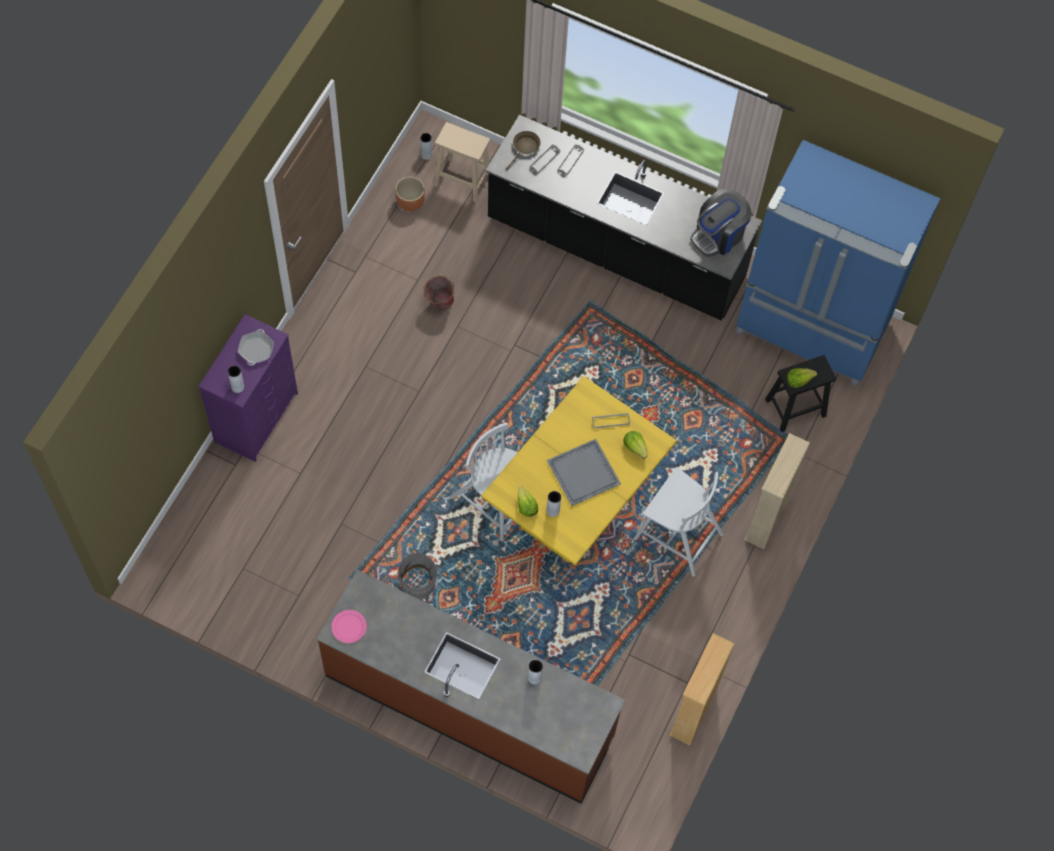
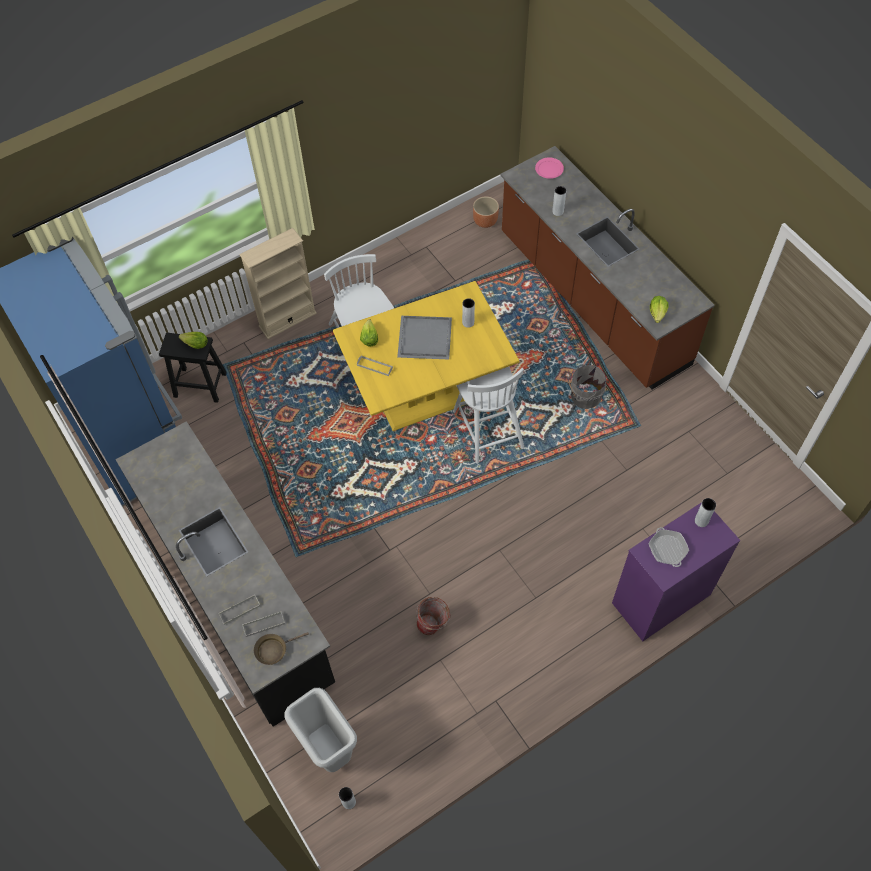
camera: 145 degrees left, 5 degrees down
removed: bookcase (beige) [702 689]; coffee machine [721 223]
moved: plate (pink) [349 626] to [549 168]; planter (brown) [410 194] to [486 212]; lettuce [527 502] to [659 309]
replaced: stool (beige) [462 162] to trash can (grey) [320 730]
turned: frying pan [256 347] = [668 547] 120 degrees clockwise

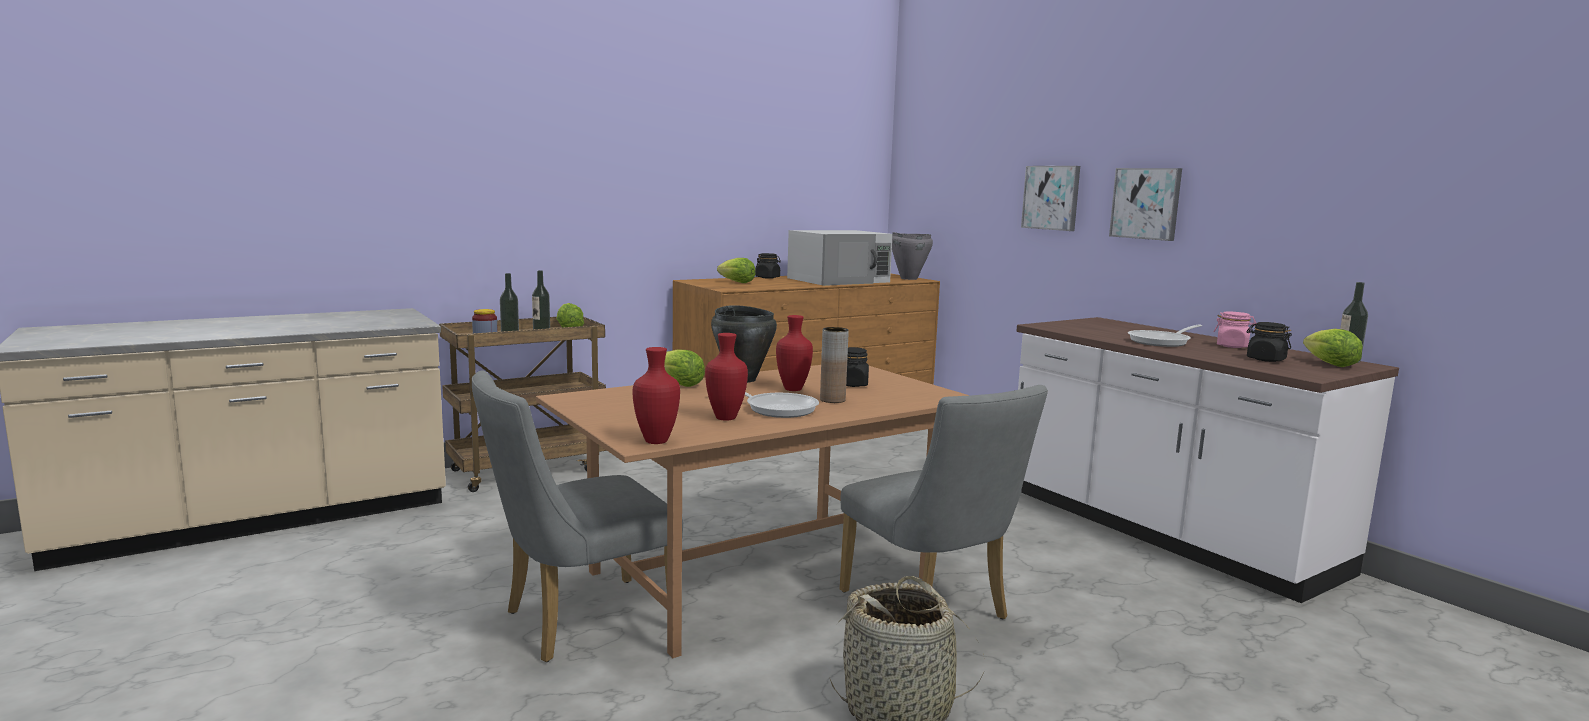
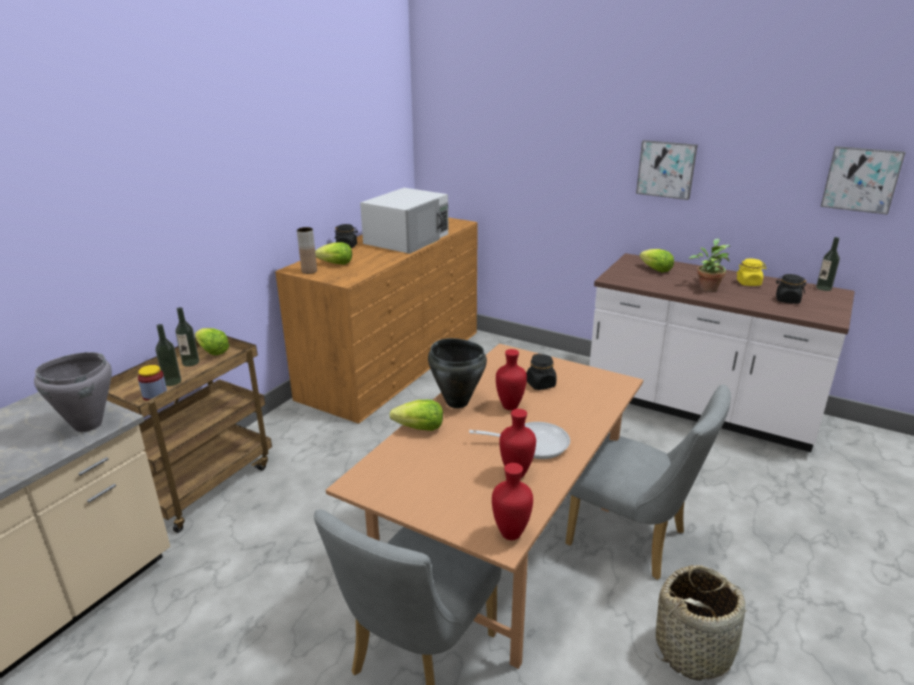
camera: 25 degrees left, 15 degrees up
moved: vase (brown) [834 365] to [307 250]; cooking pot (grey) [912 256] to [73 392]; picture [1050 198] to [863 180]; lettuce [1333 348] to [656 260]
replaced: frying pan [1165 335] to potted plant [709 265]
recoloured: jar (pink) [1235 330] to jar (yellow) [751 272]

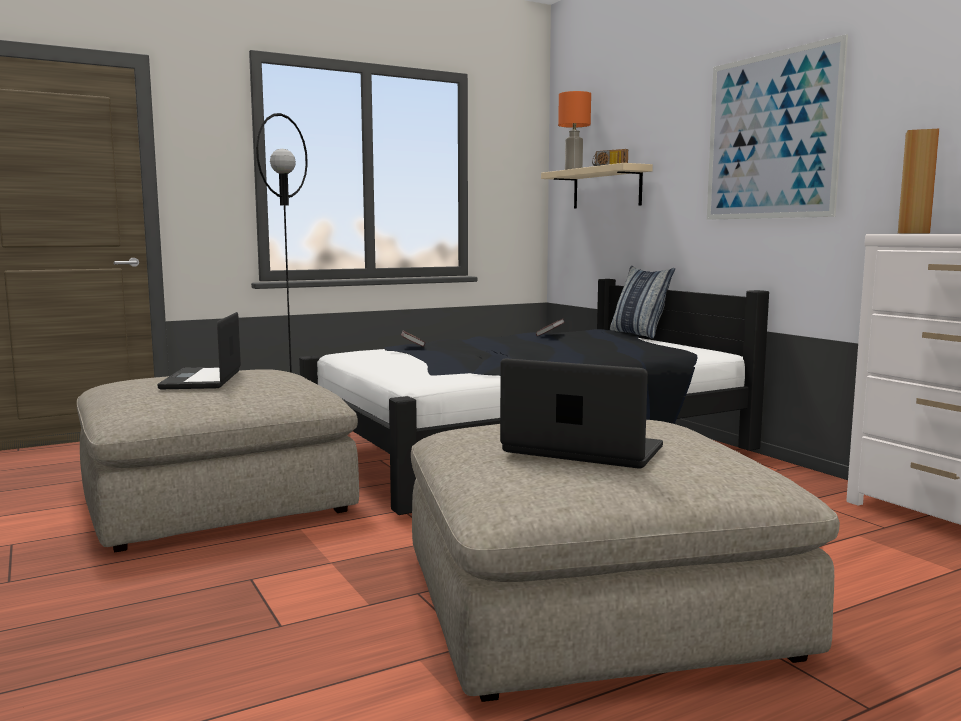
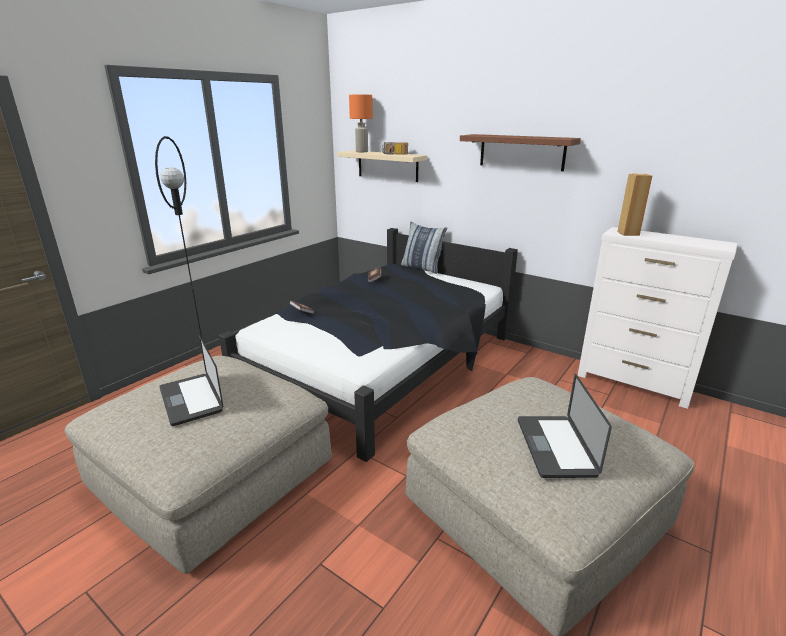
camera: 25 degrees left, 15 degrees up
replaced: picture [777 127] to shelf (brown) [520 152]
turned: laptop [581 413] = [565 426] 90 degrees counterclockwise

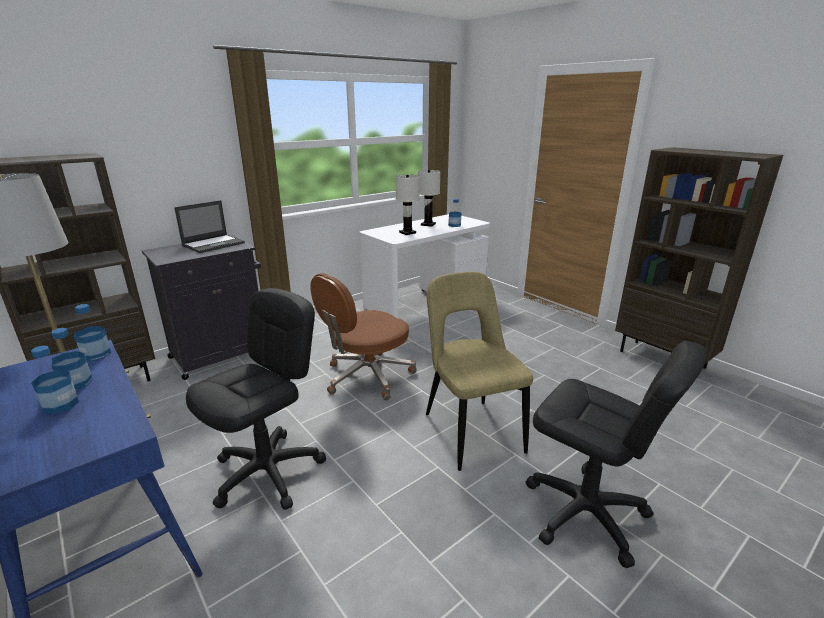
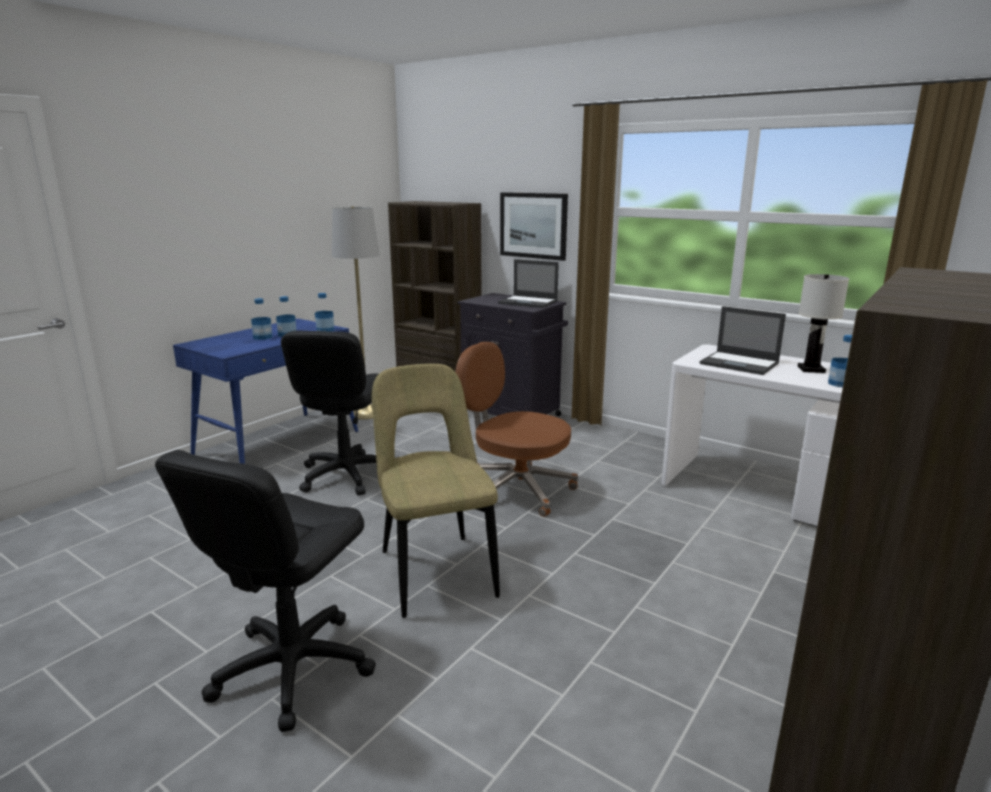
camera: 75 degrees right, 5 degrees down
added: picture [534 226]
replaced: table lamp (white) [407 205] to laptop [743 340]
turned: office chair (black) [256 399] = [330 412] 75 degrees clockwise; chair (beige) [479 371] = [436 491] 75 degrees counterclockwise

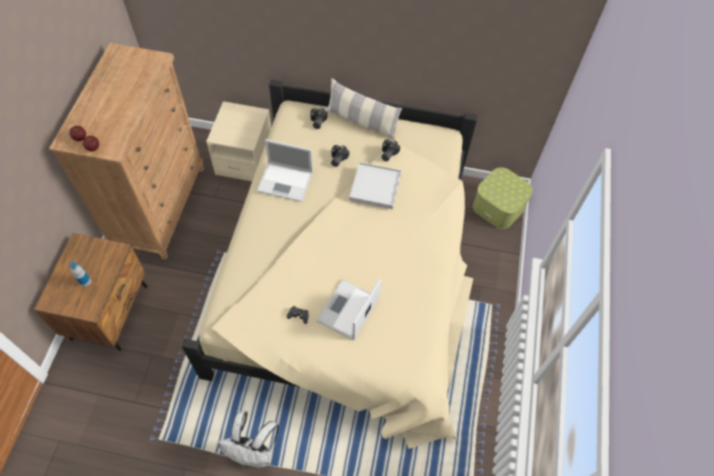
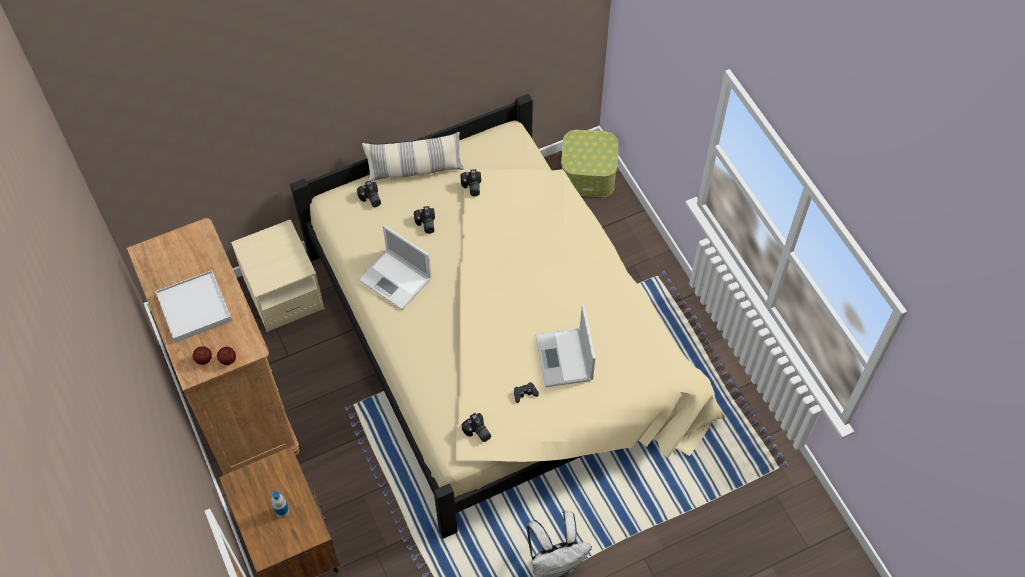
camera: 35 degrees left, 0 degrees up
added: photo camera [476 427]
moved: tray (white) [375 185] to [193 306]
turned: laptop [285 170] = [394 267] 60 degrees clockwise

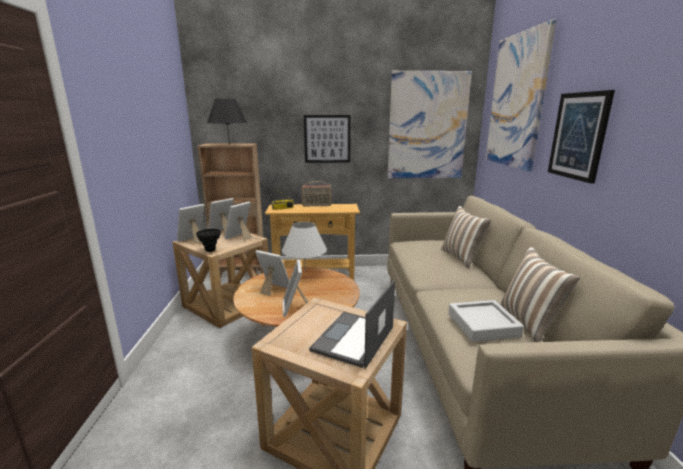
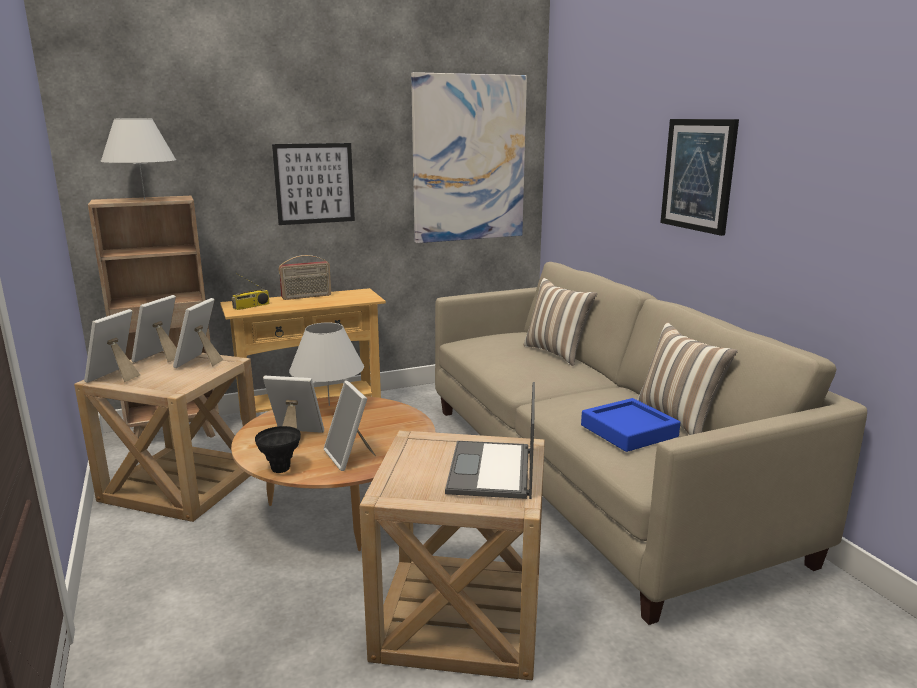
camera: 20 degrees left, 0 degrees up
removed: picture [521 95]
moved: vase (black) [208 240] to [278 449]
recoloured: table lamp (black) [227 121] to table lamp (white) [138 159]; tray (grey) [486 321] to tray (blue) [630 425]

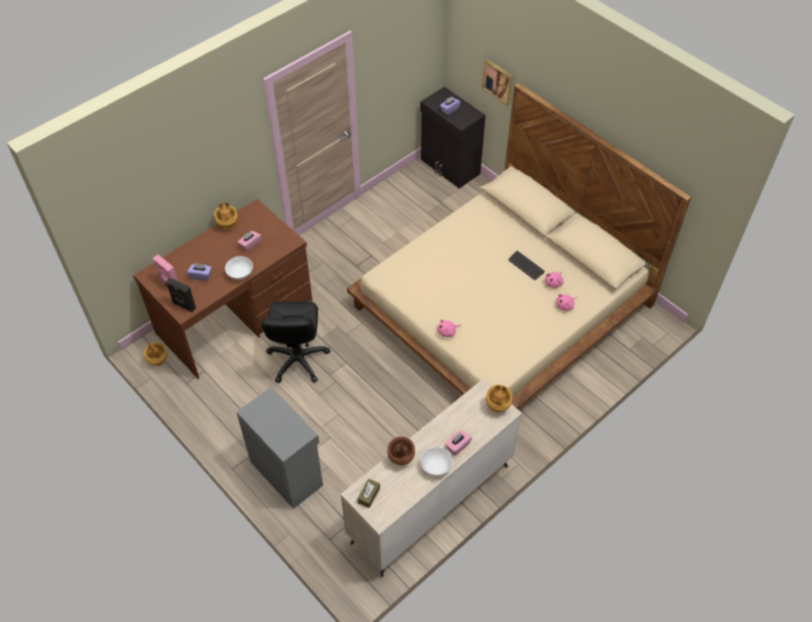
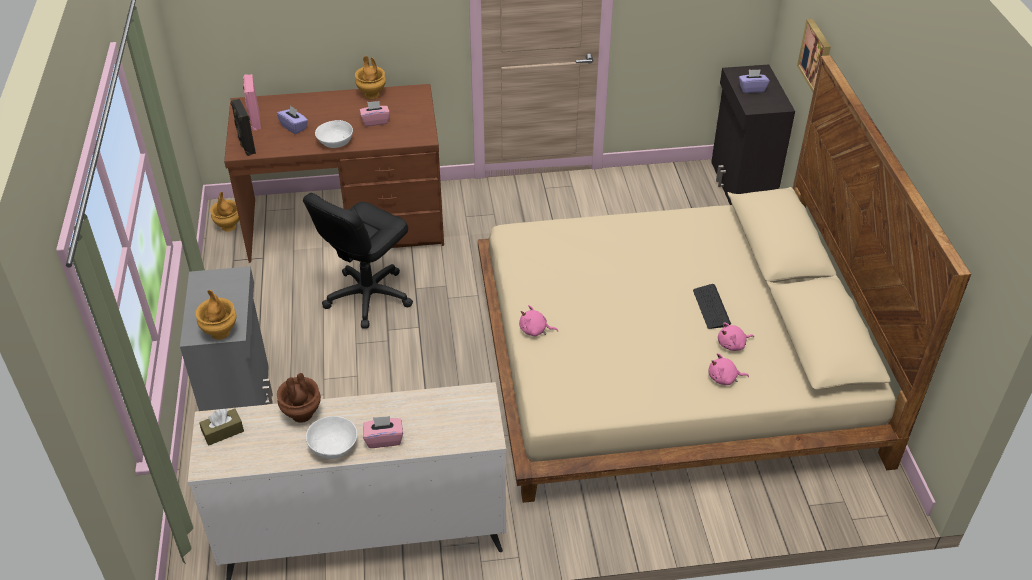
camera: 35 degrees right, 10 degrees down
moved: vase (brown) [499 399] to [216 315]

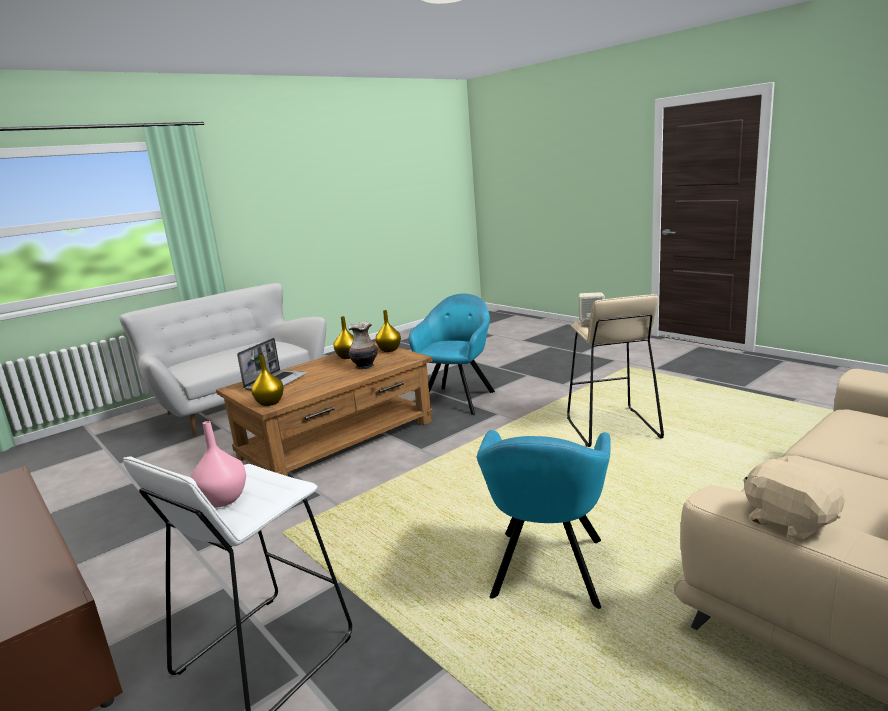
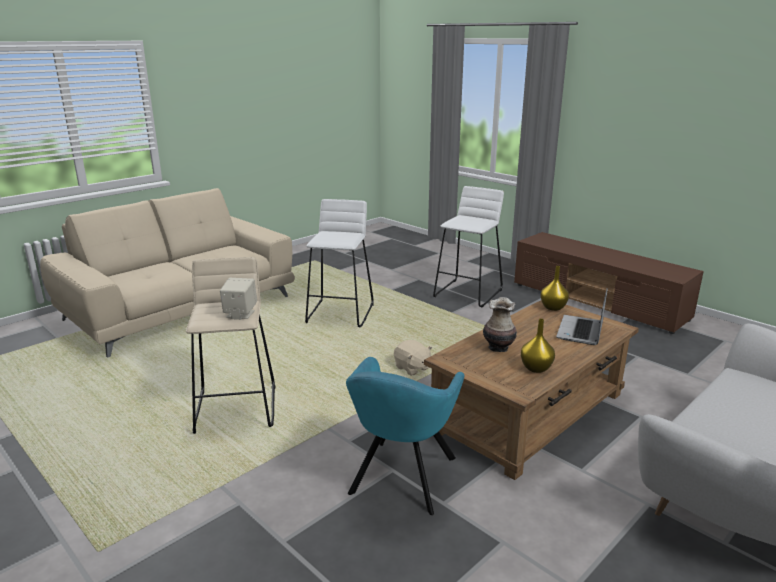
camera: 175 degrees right, 5 degrees up
removed: vase (pink) [218 464]; vase (yellow) [388 331]
moved: plush toy (beige) [794 498] to [413 358]
replaced: armchair (turquoise) [544 519] to stool (white) [339 263]

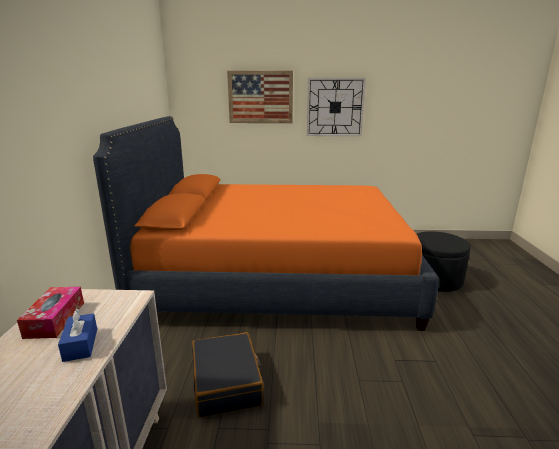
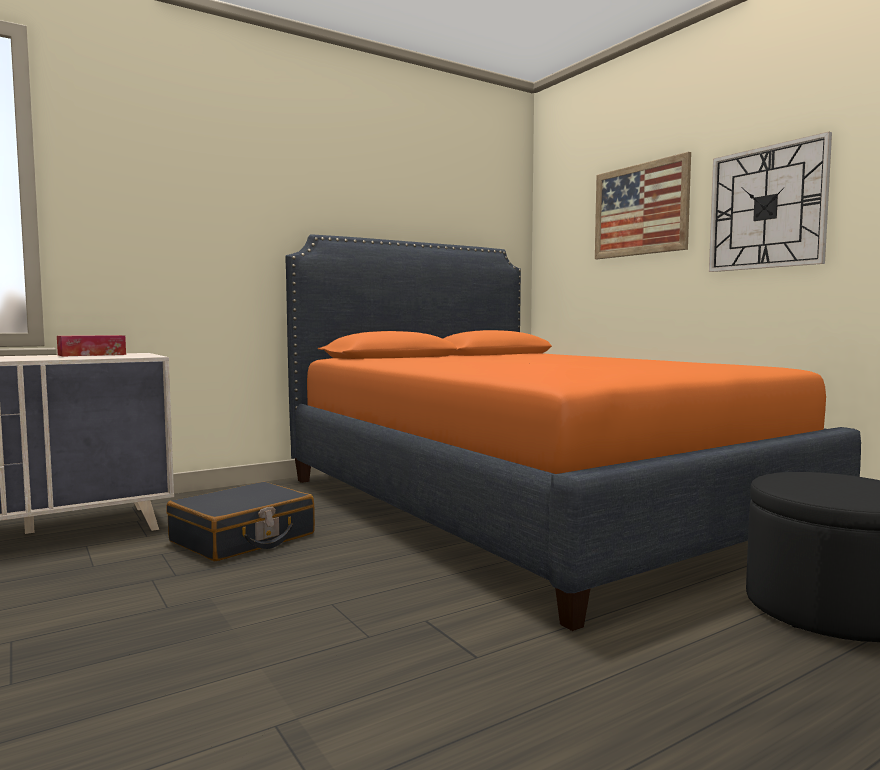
camera: 55 degrees right, 15 degrees down
removed: tissue box (blue) [77 335]

